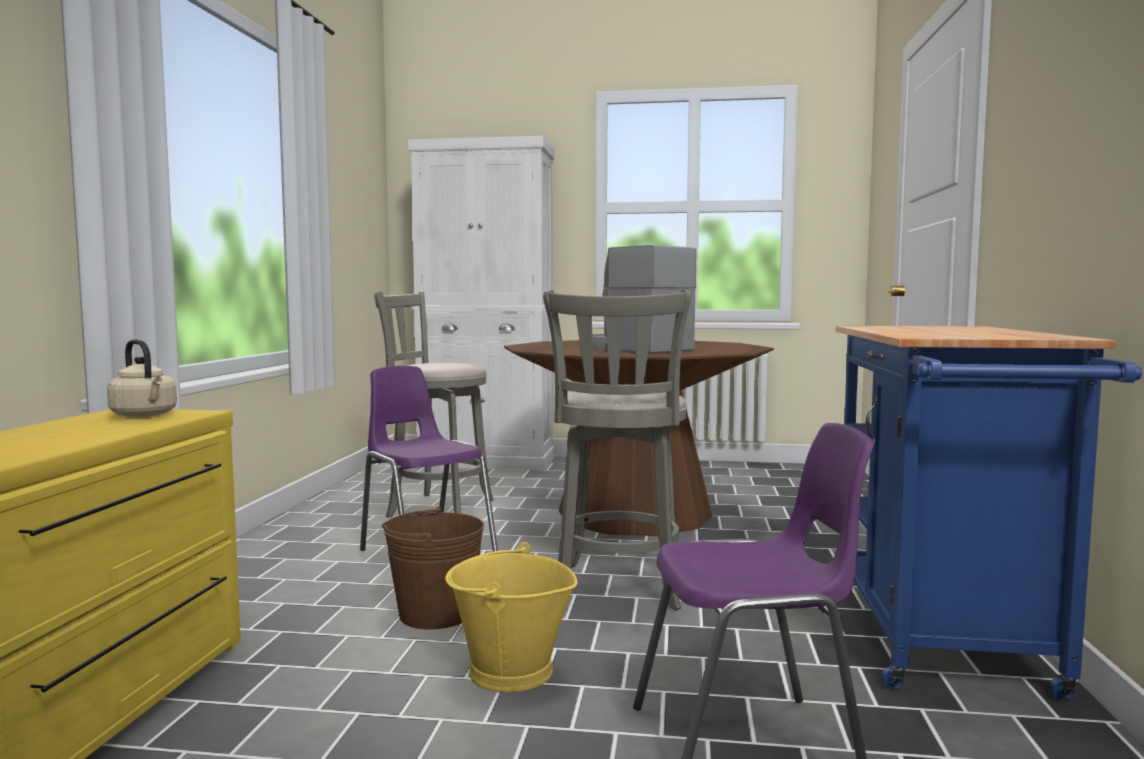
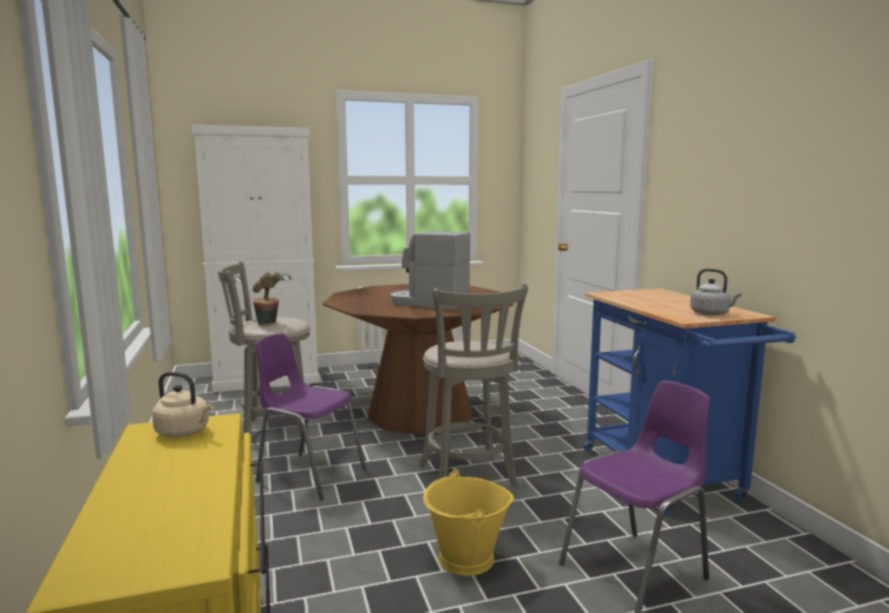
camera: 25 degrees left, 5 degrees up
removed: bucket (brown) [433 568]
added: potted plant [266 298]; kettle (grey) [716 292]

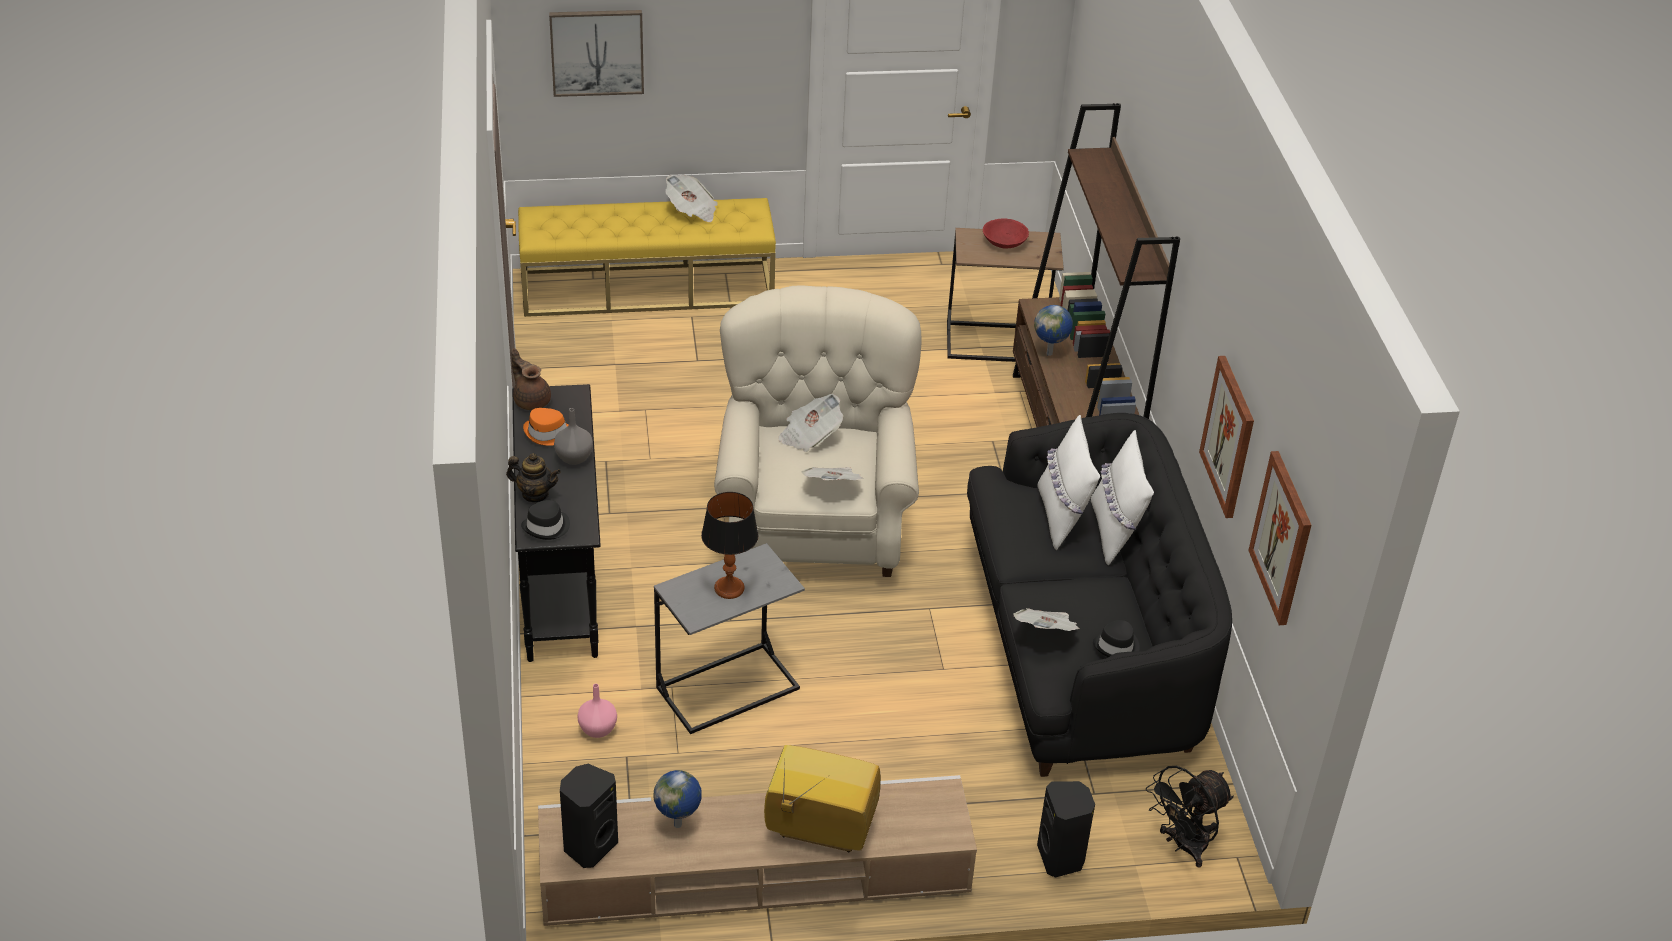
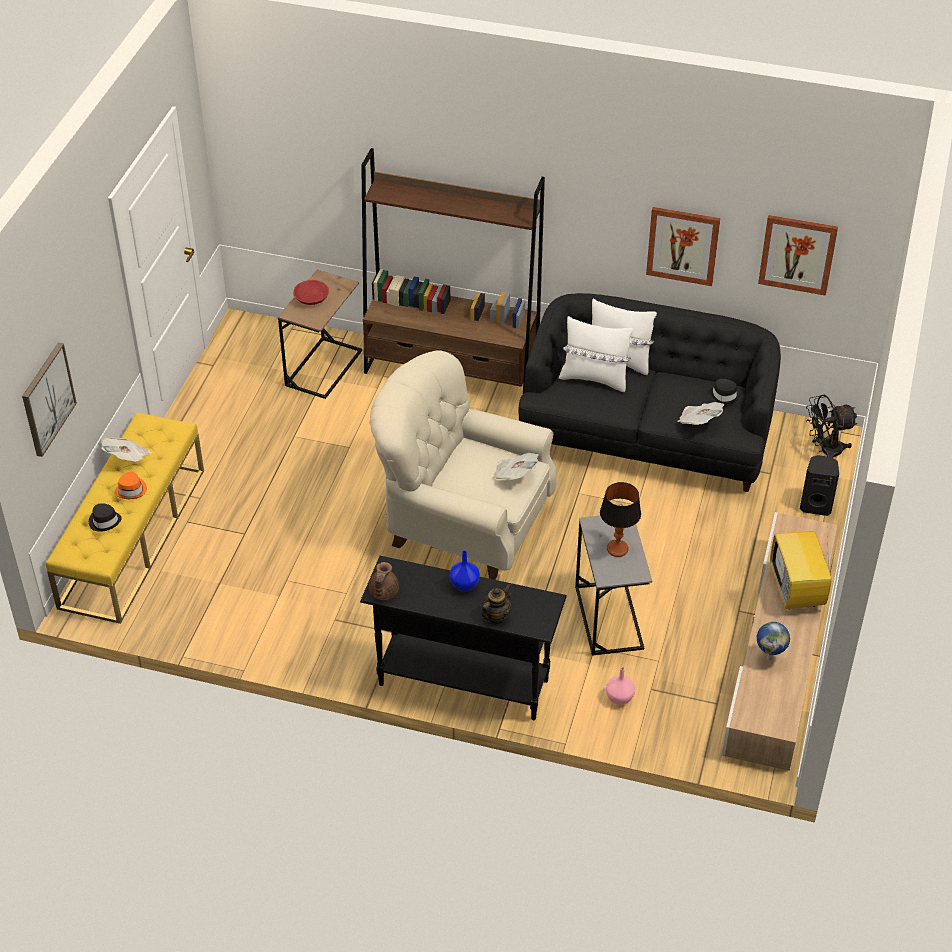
camera: 65 degrees left, 5 degrees up
removed: speaker (black) [589 816]; newspaper [810 423]; globe [1053 330]
moved: hat (black) [545 520] to [105 517]; hat (orange) [546 427] to [131 485]
recoloured: vase (grey) [573 436] to vase (blue) [465 571]
turned: teapot (brown) [531 379] = [384 581] 60 degrees counterclockwise; television [822 798] = [803 570] 45 degrees counterclockwise; fan (black) [1190 817] = [832 426] 90 degrees clockwise

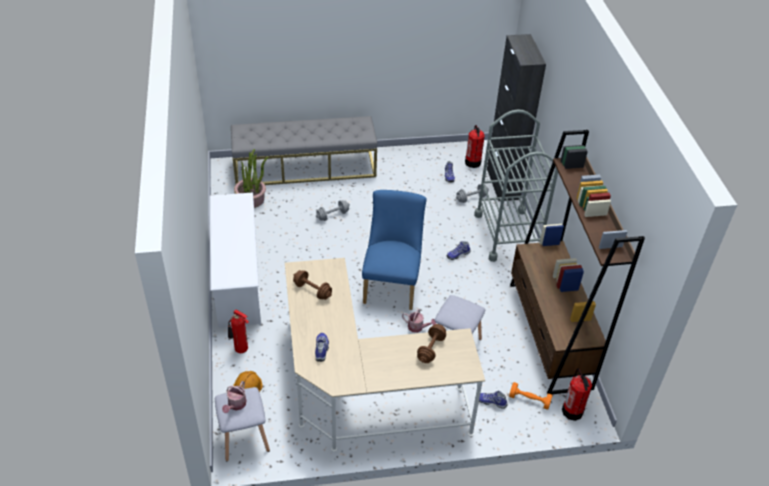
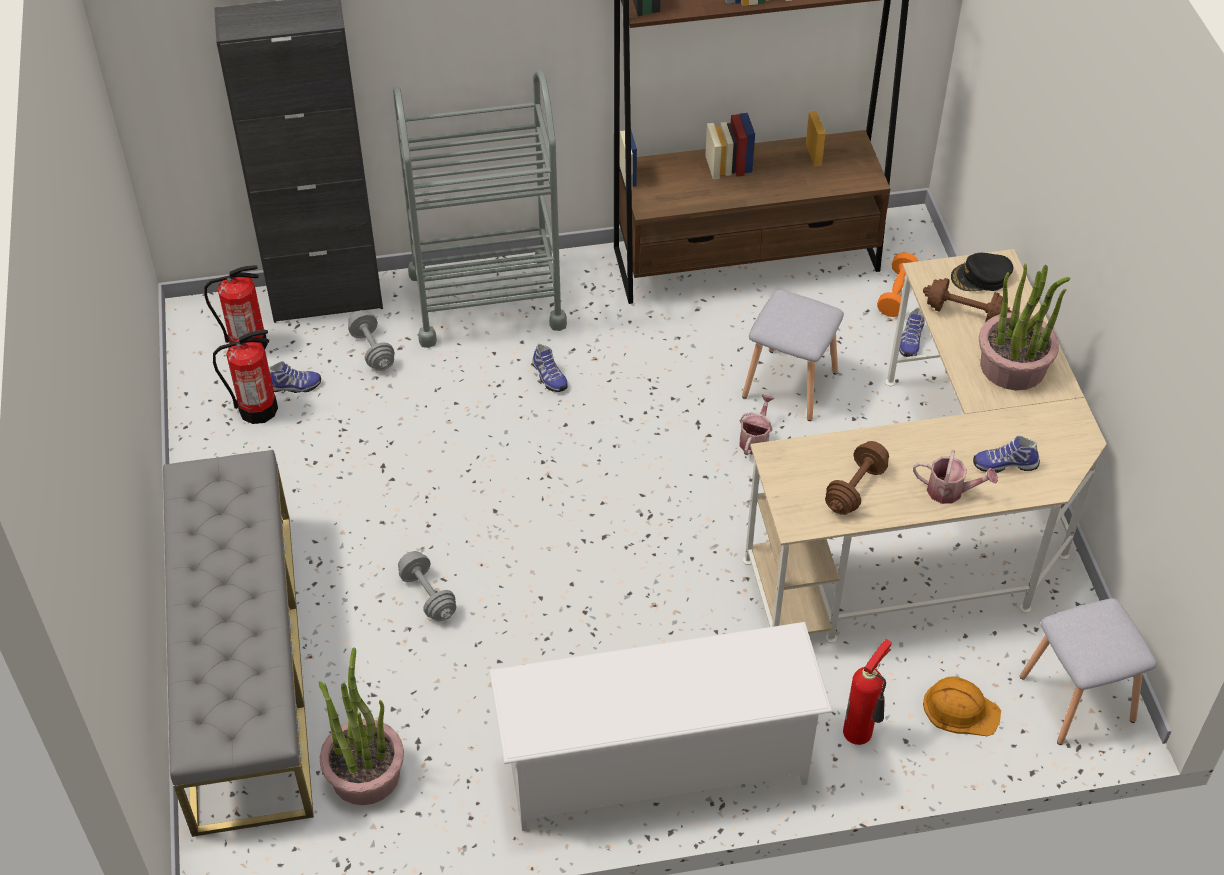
camera: 90 degrees left, 5 degrees up
removed: chair (blue) [394 250]
added: cap (black) [982 272]; potted plant [1025 326]
moved: watering can [234 397] to [955 477]; fire extinguisher [577 394] to [245 377]

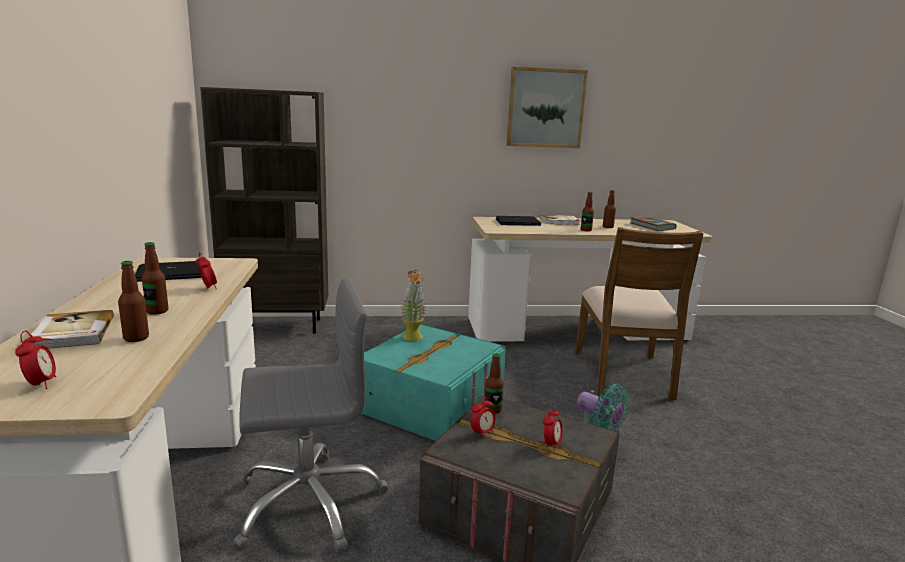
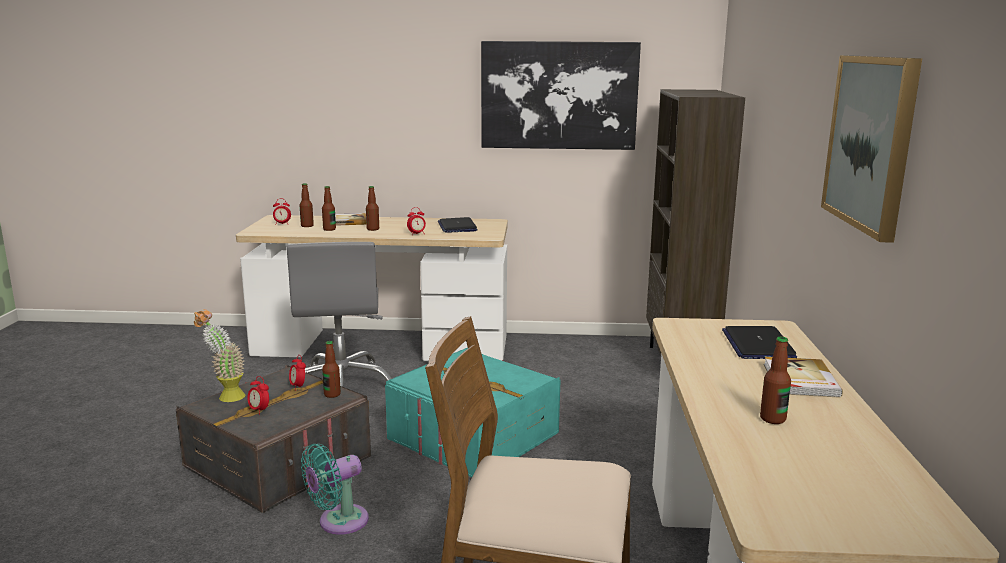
camera: 100 degrees right, 0 degrees up
removed: book [653 224]
added: picture [561 95]
moved: potted plant [413 305] to [219 355]; bottle [587 211] to [306 205]

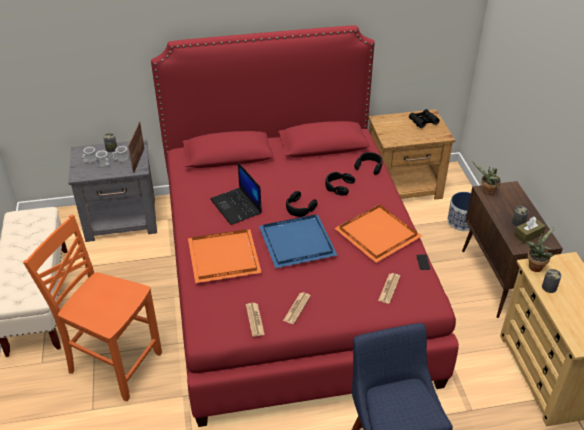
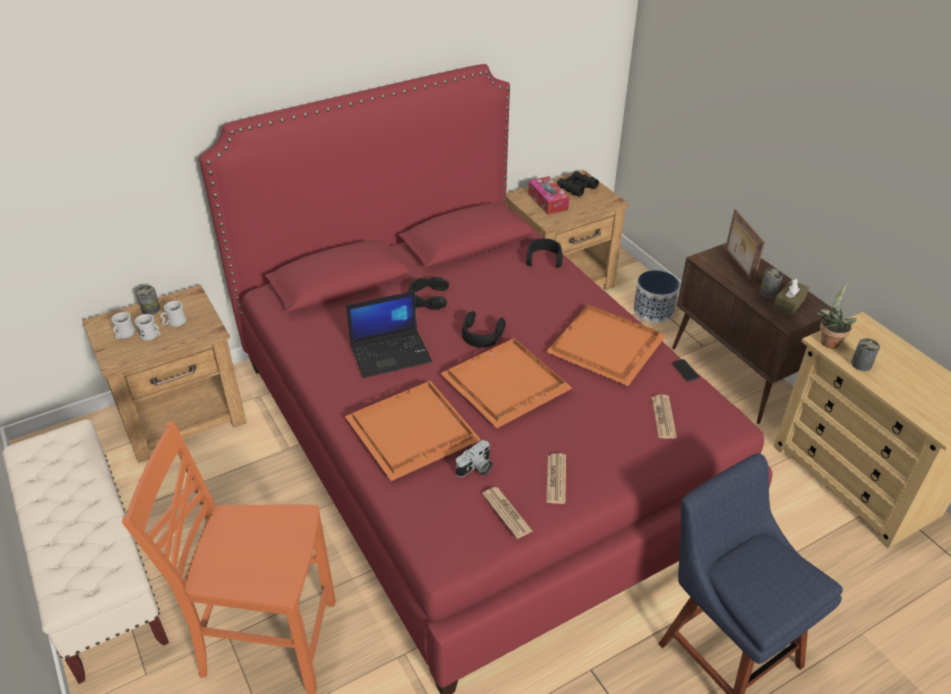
camera: 20 degrees left, 0 degrees up
removed: potted plant [487 178]
added: photo camera [474 458]; tissue box [548 195]
moved: picture frame [136 147] to [745 246]; headphones (black) [340 184] to [428 293]
recoloured: nightstand (grey) [112 190] to nightstand (brown) [164 374]; tray (blue) [298 241] to tray (orange) [506 383]
turned: laptop [236 193] = [389 334] 60 degrees counterclockwise

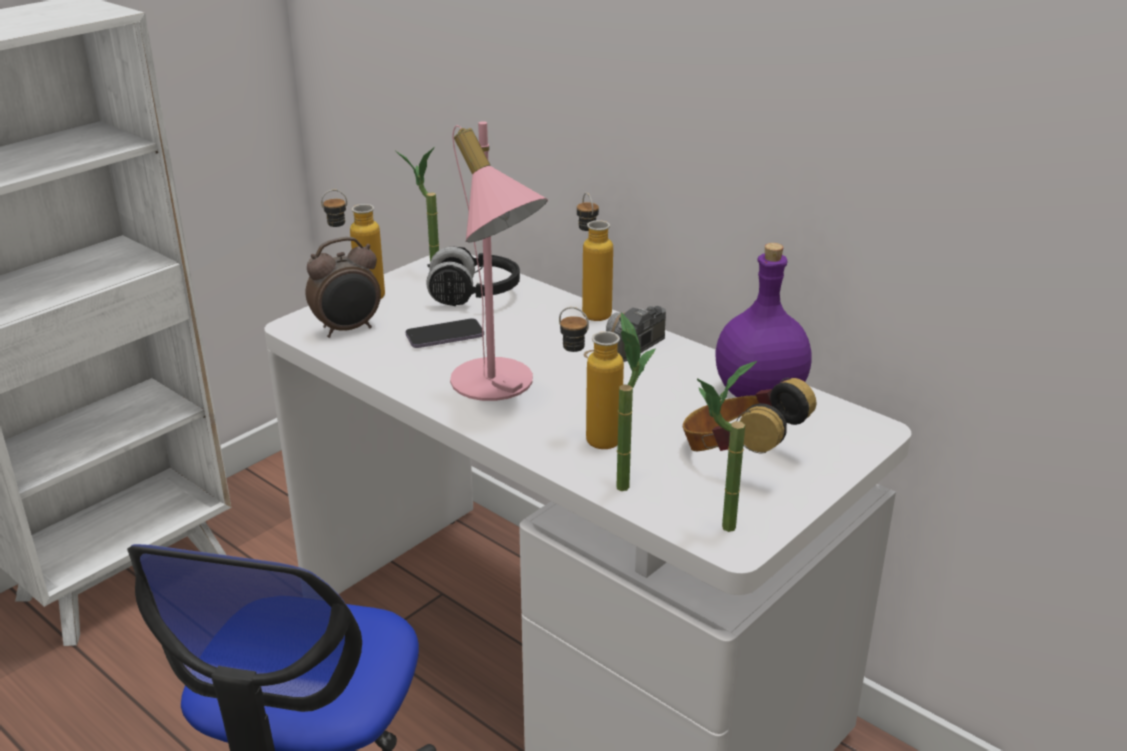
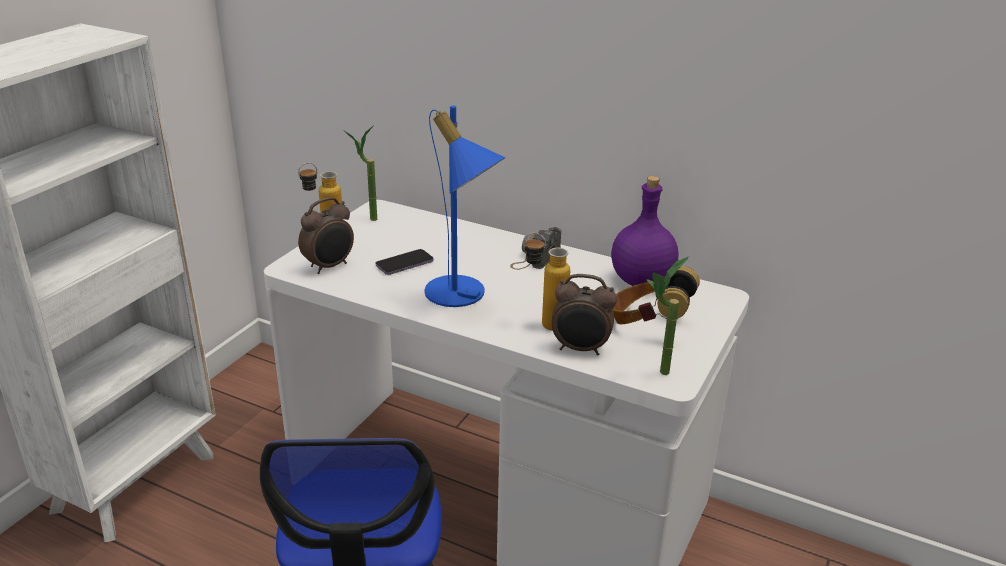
camera: 15 degrees left, 0 degrees up
removed: headphones (black) [473 276]; bottle [595 257]
replaced: potted plant [636 401] to alarm clock [584 315]
recoloured: table lamp (pink) [499 261] to table lamp (blue) [464 206]

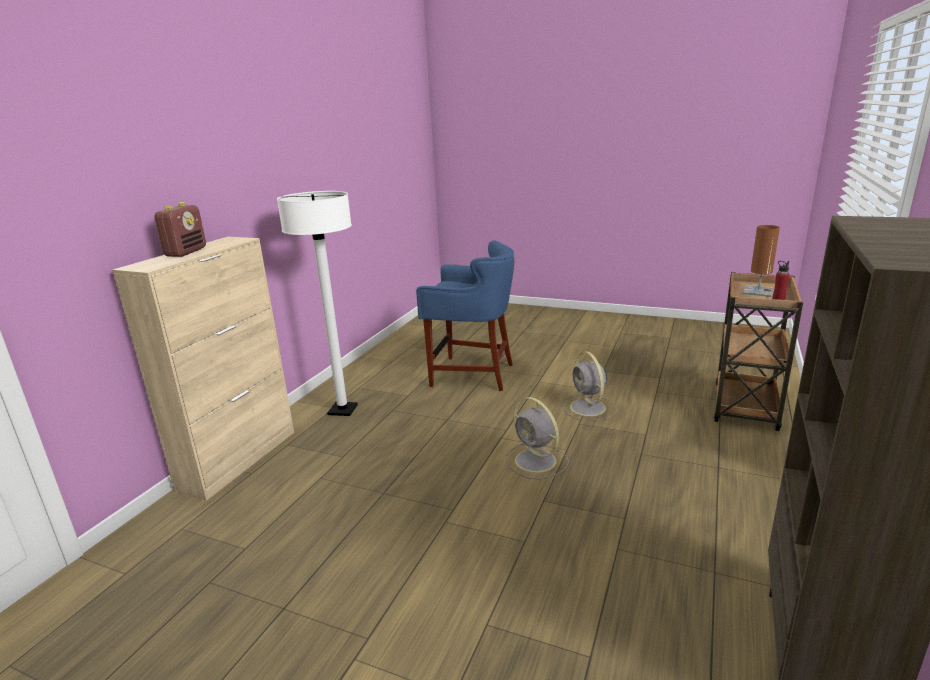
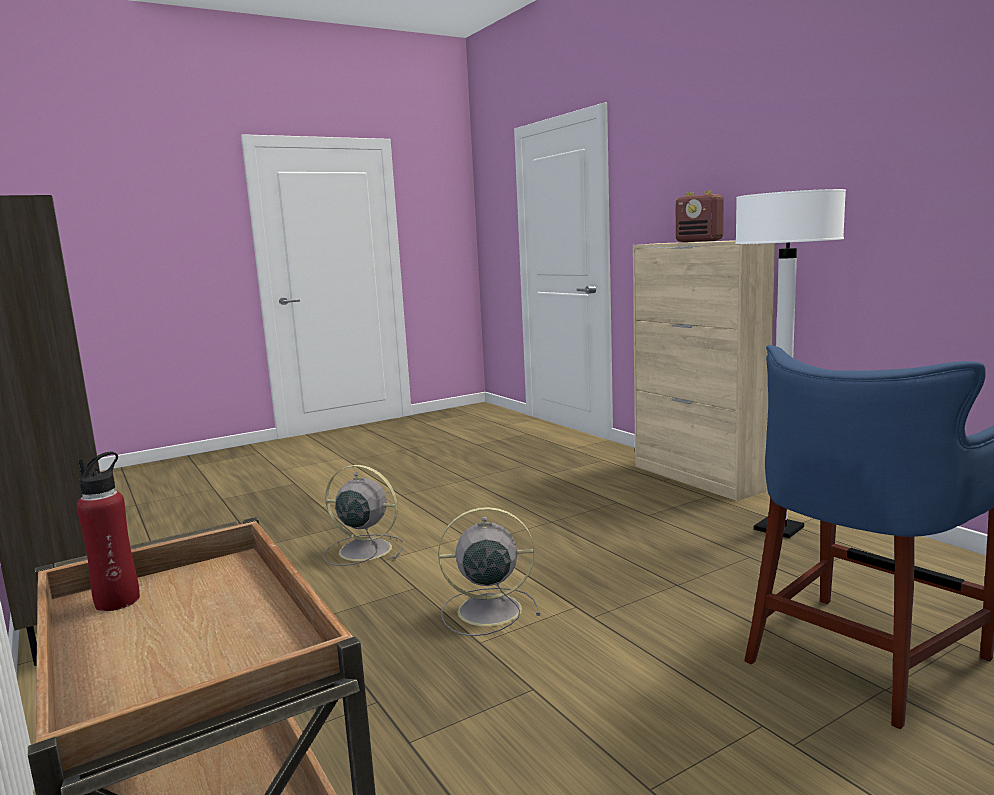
camera: 125 degrees right, 10 degrees down
removed: table lamp (brown) [761 261]
moved: fan (grey) [589 386] to [363 515]

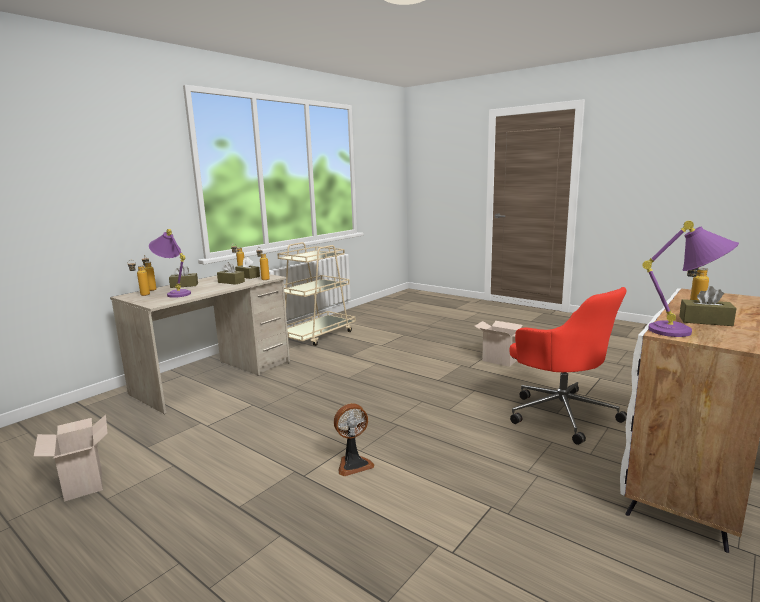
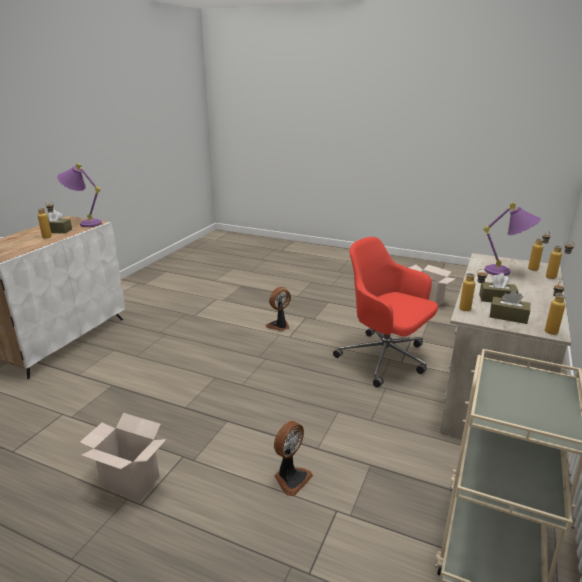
camera: 165 degrees right, 10 degrees up
removed: tissue box (brown) [183 277]
added: fan [293 458]
moved: office chair (red) [568 366] to [385 312]

